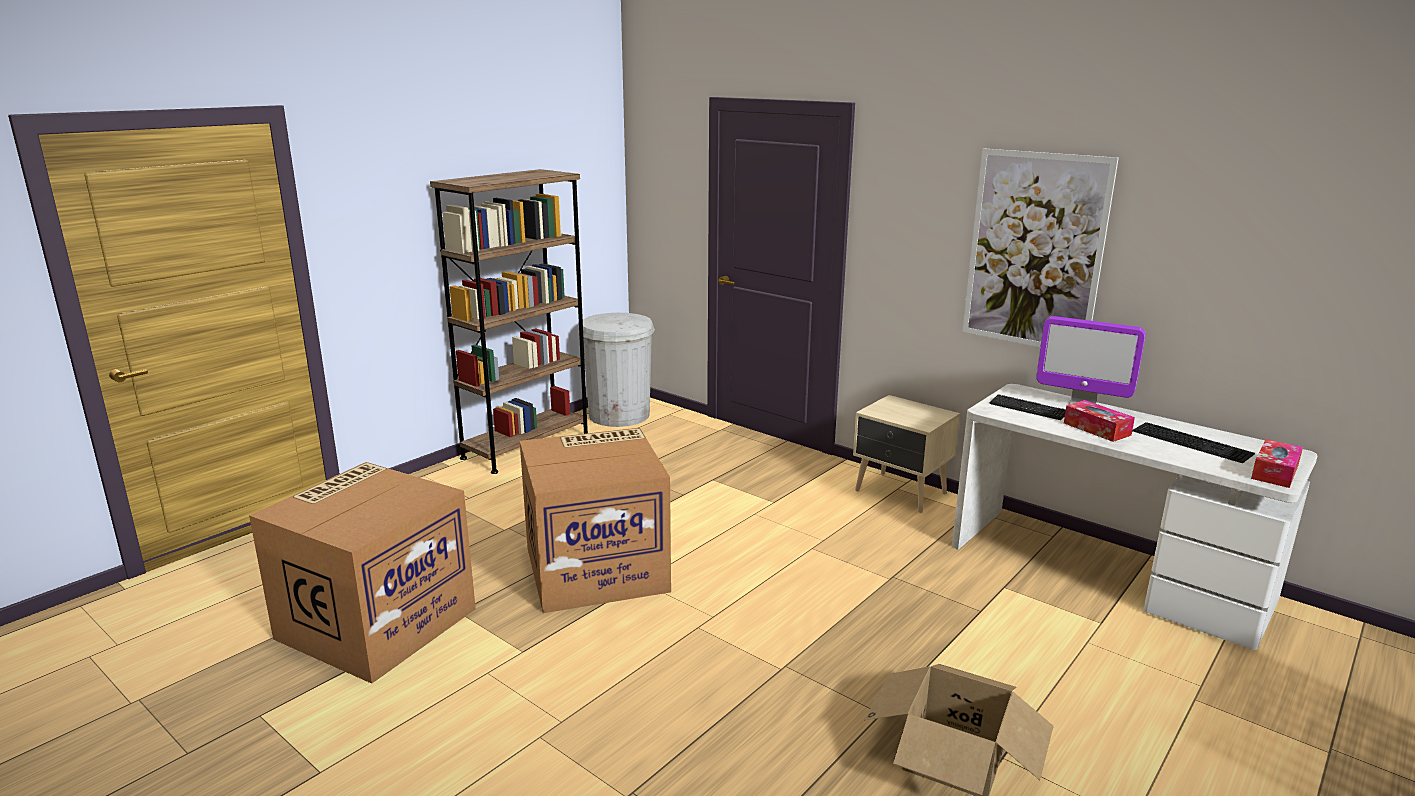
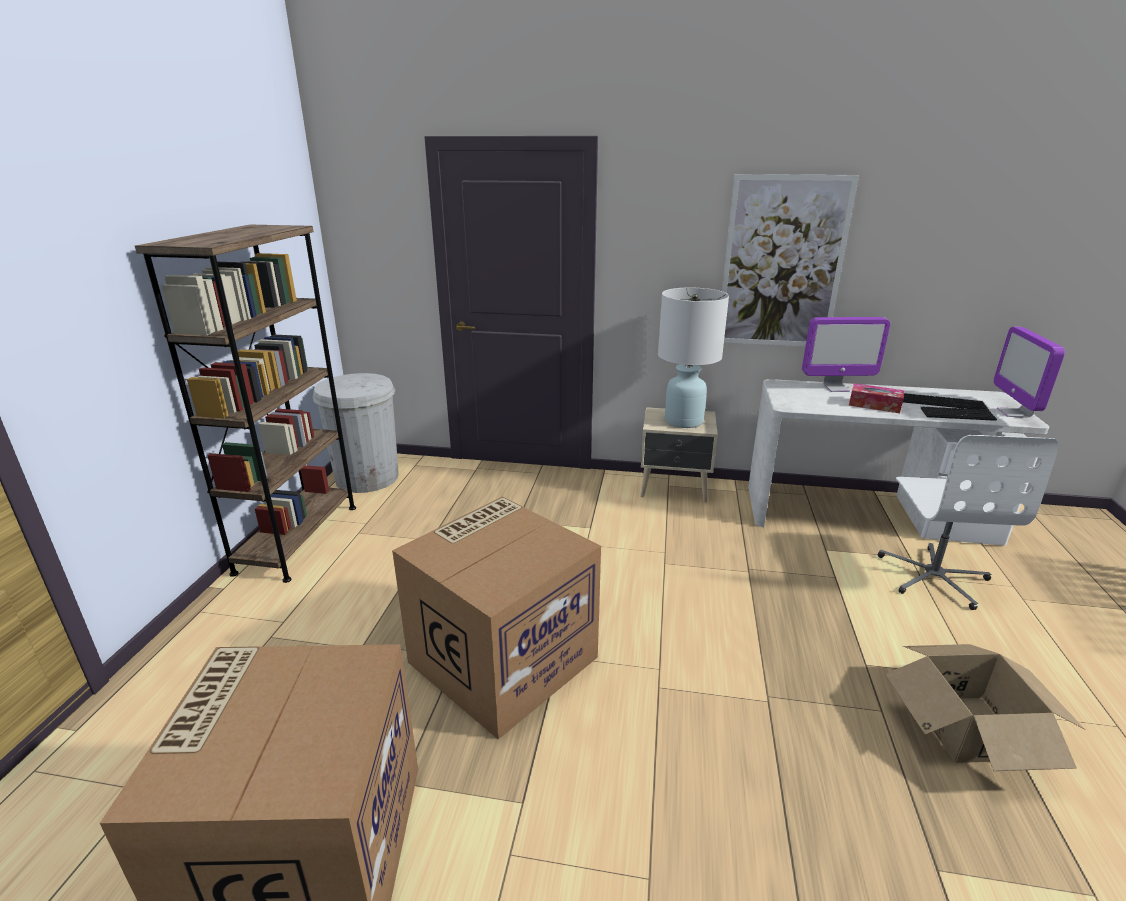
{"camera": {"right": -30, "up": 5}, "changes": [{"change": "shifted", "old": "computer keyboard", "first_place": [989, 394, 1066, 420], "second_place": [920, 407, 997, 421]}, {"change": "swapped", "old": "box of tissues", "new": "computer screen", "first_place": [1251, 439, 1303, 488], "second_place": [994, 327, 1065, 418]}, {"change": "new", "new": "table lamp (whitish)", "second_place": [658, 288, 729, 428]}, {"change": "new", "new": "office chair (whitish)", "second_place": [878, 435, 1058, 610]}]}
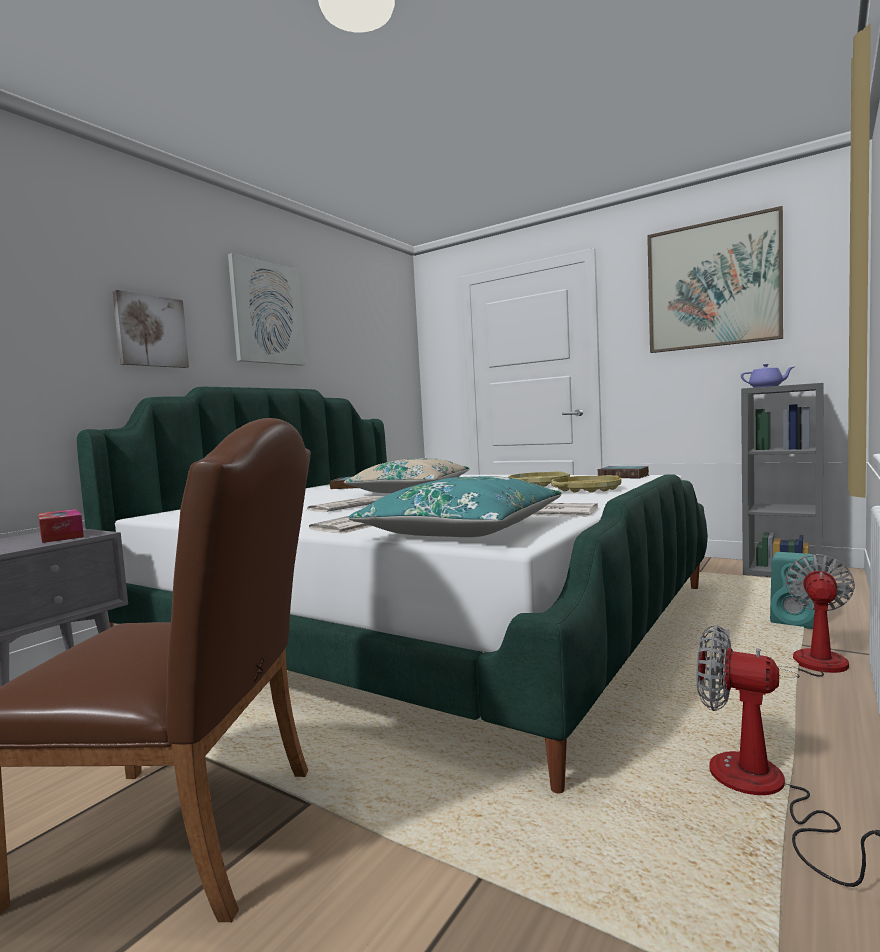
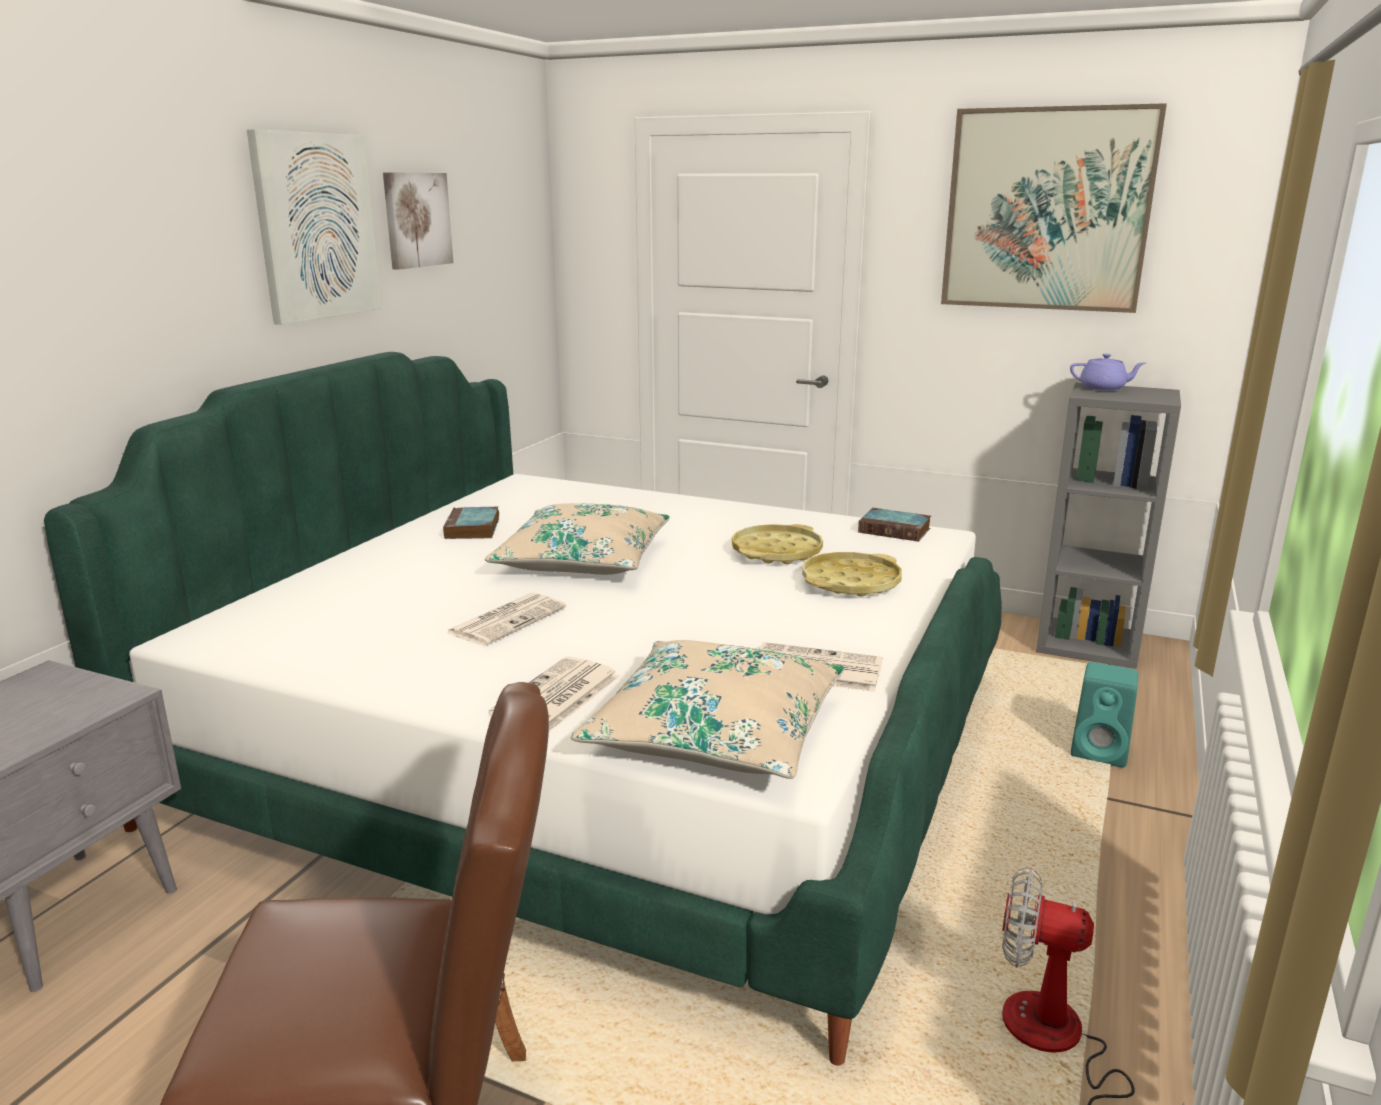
{"camera": {"right": -10, "up": 15}, "changes": [{"change": "gone", "old": "box of tissues", "first_place": [38, 509, 84, 543]}, {"change": "shifted", "old": "wall picture", "first_place": [112, 290, 189, 368], "second_place": [383, 172, 453, 270]}, {"change": "repainted", "old": "cushion (turquoise-coloured)", "new": "cushion (beige)", "first_place": [348, 476, 562, 537], "second_place": [571, 640, 844, 779]}, {"change": "gone", "old": "electric fan", "first_place": [716, 554, 855, 678]}]}
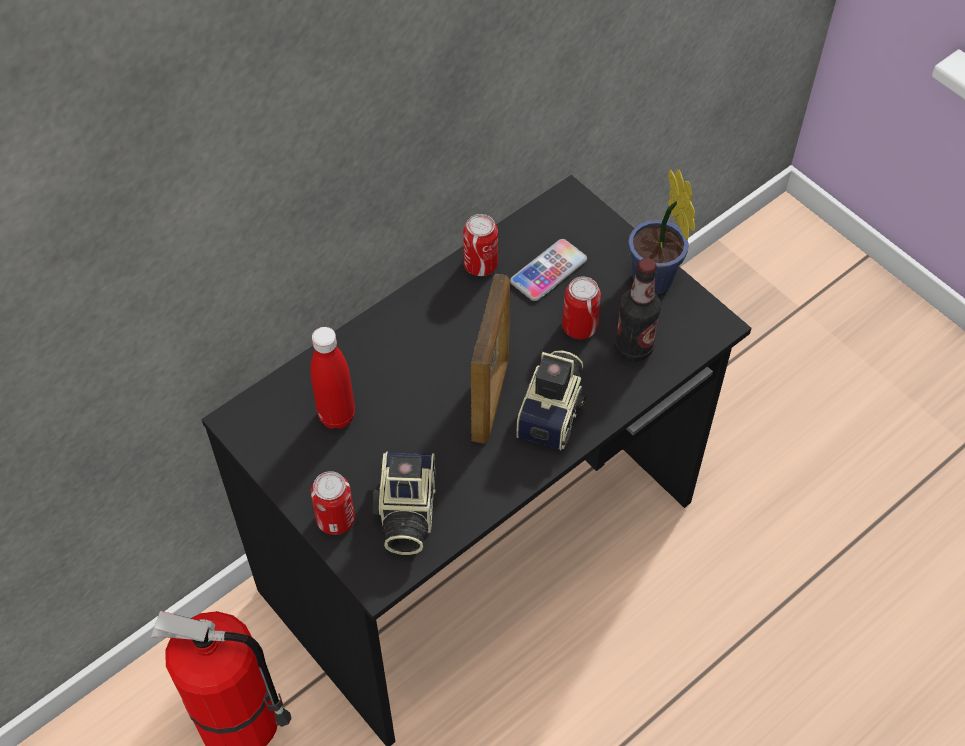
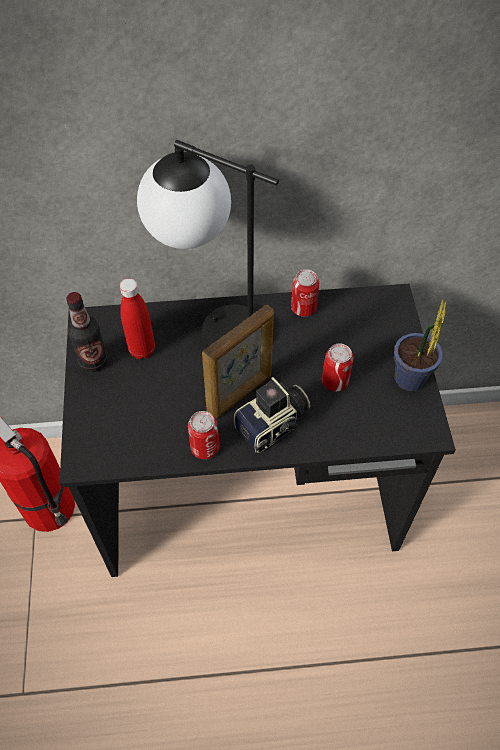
{"camera": {"right": 35, "up": 0}, "changes": [{"change": "shifted", "old": "sealed can", "first_place": [311, 471, 355, 535], "second_place": [188, 411, 219, 459]}, {"change": "gone", "old": "still camera", "first_place": [373, 451, 435, 555]}, {"change": "gone", "old": "handset", "first_place": [510, 239, 587, 301]}, {"change": "shifted", "old": "bottle", "first_place": [615, 258, 661, 362], "second_place": [66, 292, 108, 372]}, {"change": "new", "new": "table lamp", "second_place": [137, 140, 279, 348]}]}
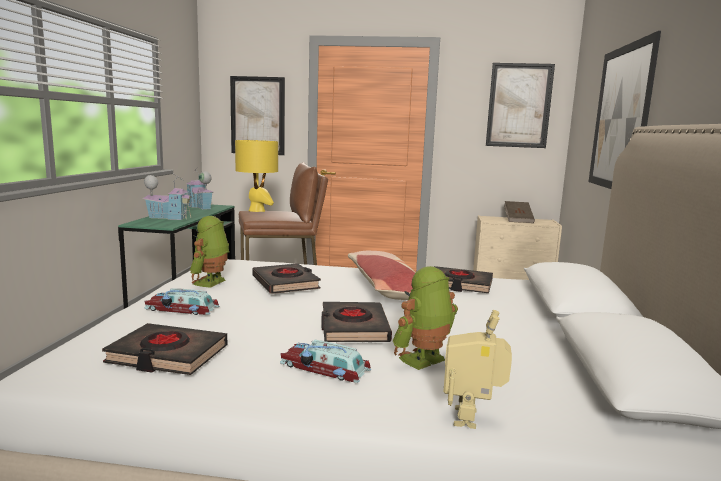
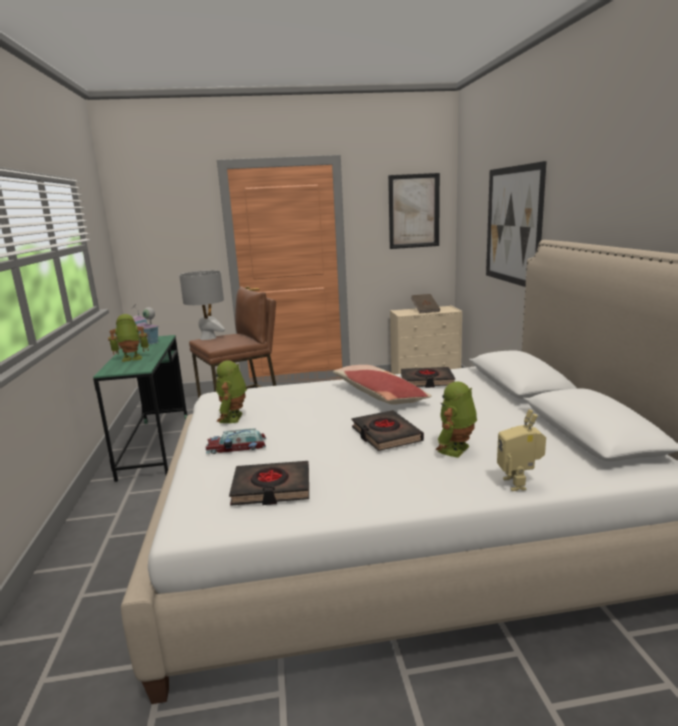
{"camera": {"right": -15, "up": 5}, "changes": [{"change": "swapped", "old": "model house", "new": "model robot", "first_place": [142, 173, 193, 220], "second_place": [108, 314, 149, 362]}, {"change": "gone", "old": "wall picture", "first_place": [230, 76, 285, 155]}, {"change": "repainted", "old": "table lamp (yellow-coloured)", "new": "table lamp (grey)", "first_place": [235, 140, 278, 212], "second_place": [179, 271, 225, 340]}, {"change": "gone", "old": "book (black)", "first_place": [252, 264, 321, 294]}, {"change": "gone", "old": "model car", "first_place": [280, 339, 372, 383]}]}
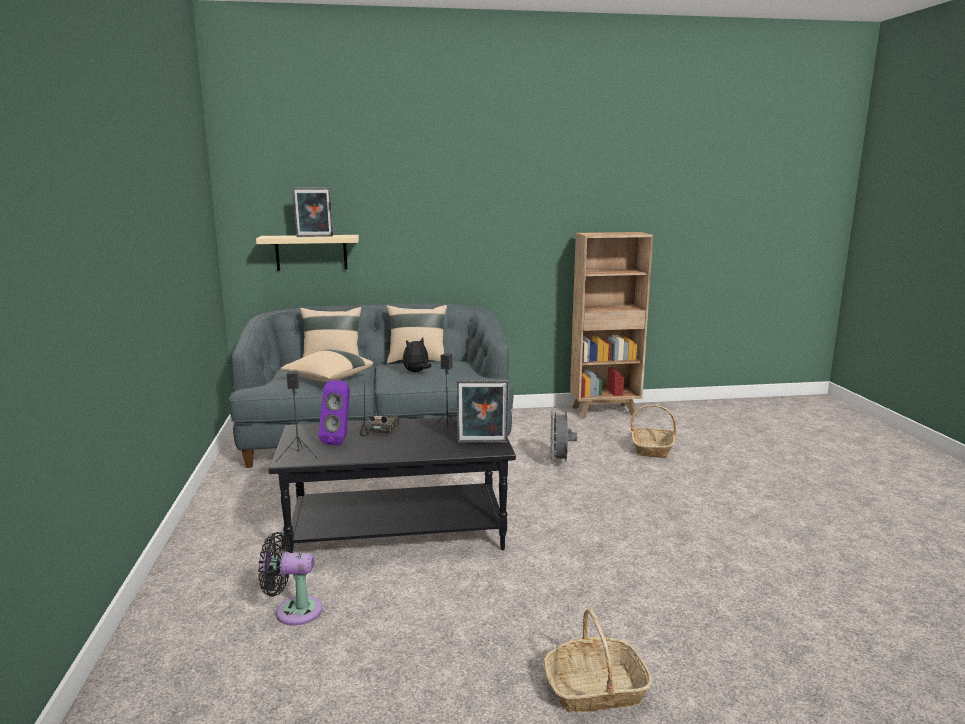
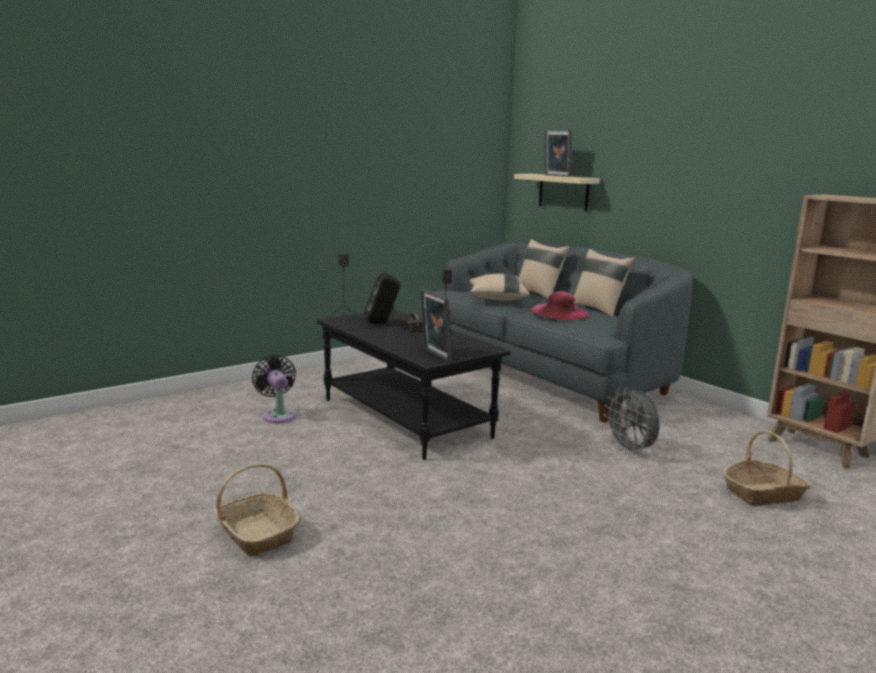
{"camera": {"right": 60, "up": 0}, "changes": [{"change": "repainted", "old": "loudspeaker (purple-coloured)", "new": "loudspeaker (black)", "first_place": [319, 380, 350, 445], "second_place": [364, 272, 400, 324]}, {"change": "swapped", "old": "soft toy", "new": "wearable hat (pink-coloured)", "first_place": [403, 338, 431, 372], "second_place": [530, 291, 590, 320]}, {"change": "rotated", "old": "electric fan (grey)", "first_place": [550, 408, 577, 465], "second_place": [604, 388, 660, 455], "degrees": -90}]}
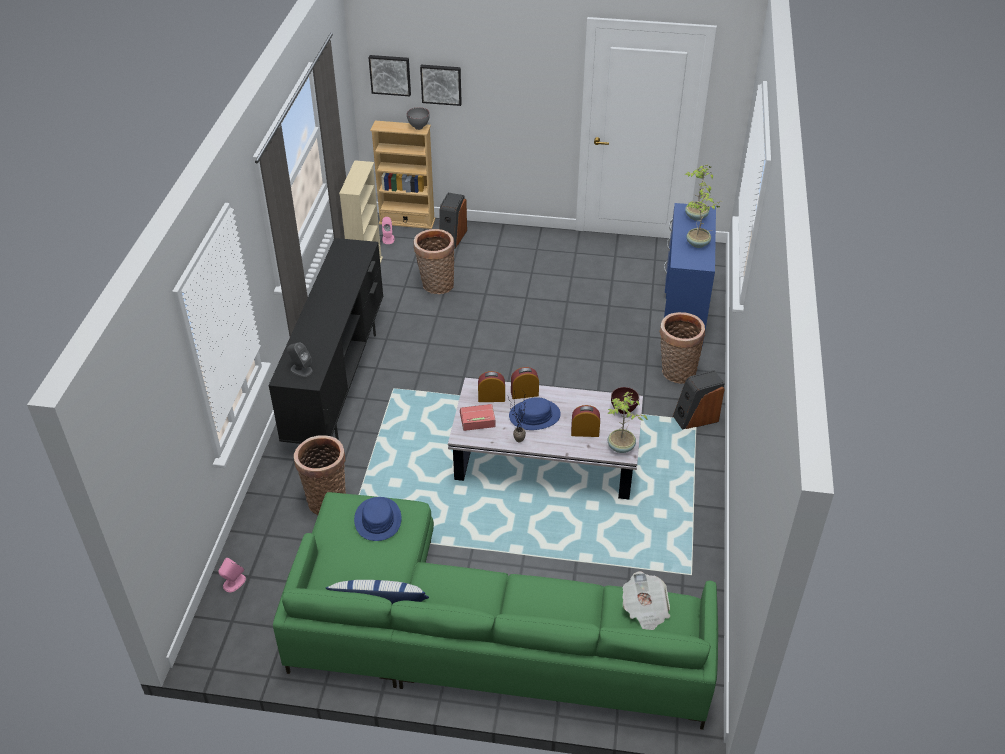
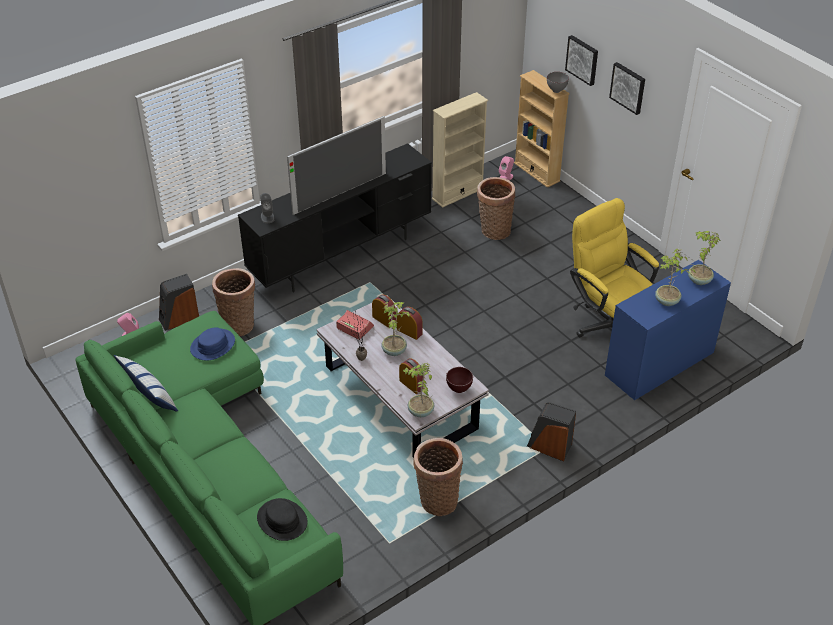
{"camera": {"right": 45, "up": 0}, "changes": [{"change": "shifted", "old": "wall picture", "first_place": [368, 55, 411, 96], "second_place": [609, 62, 645, 115]}, {"change": "shifted", "old": "loudspeaker", "first_place": [439, 193, 467, 249], "second_place": [159, 274, 199, 331]}, {"change": "swapped", "old": "wearable hat (blue-coloured)", "new": "potted plant", "first_place": [509, 397, 561, 430], "second_place": [381, 302, 412, 356]}, {"change": "swapped", "old": "daily paper", "new": "wearable hat (black)", "first_place": [622, 571, 670, 630], "second_place": [257, 498, 308, 541]}, {"change": "shifted", "old": "storage basket", "first_place": [659, 312, 705, 384], "second_place": [413, 438, 463, 516]}, {"change": "new", "new": "TV", "second_place": [287, 116, 386, 215]}, {"change": "new", "new": "office chair (yellow-coloured)", "second_place": [570, 198, 659, 337]}]}
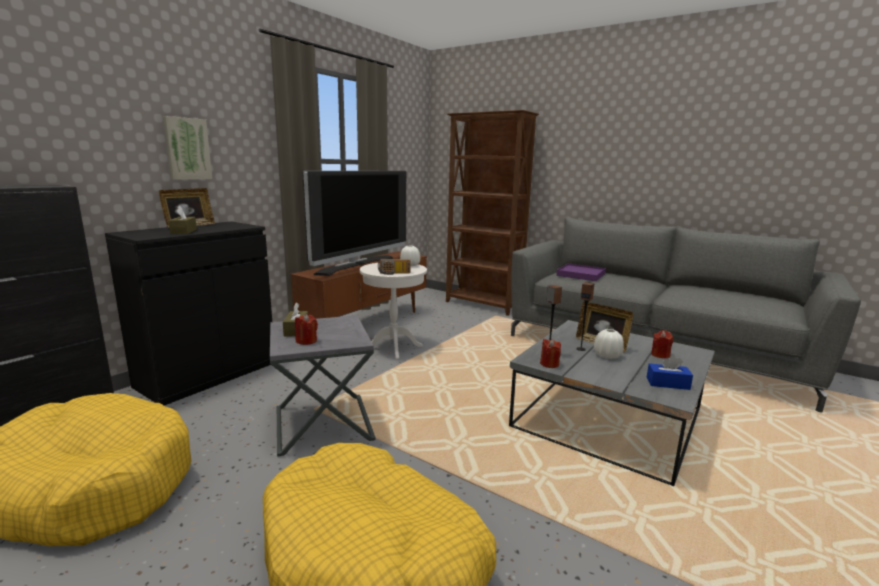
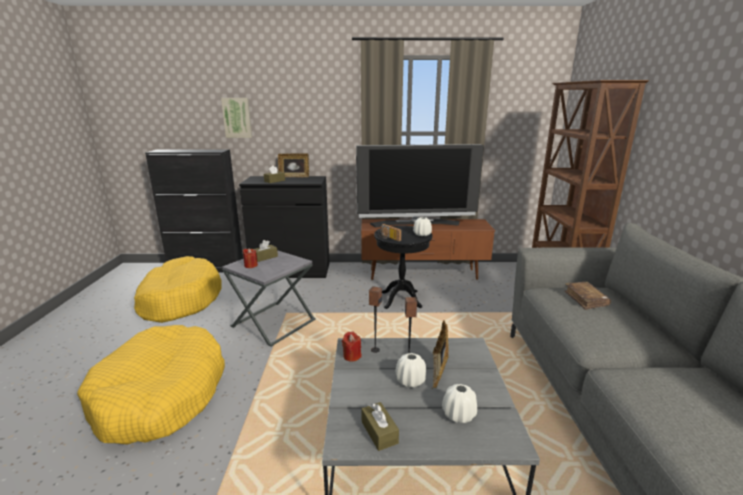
{"camera": {"right": 55, "up": 5}, "changes": [{"change": "shifted", "old": "wall picture", "first_place": [163, 116, 212, 180], "second_place": [221, 98, 252, 138]}, {"change": "repainted", "old": "end table (whitish)", "new": "end table (black)", "first_place": [360, 263, 427, 359], "second_place": [374, 225, 432, 309]}, {"change": "swapped", "old": "tray (purple-coloured)", "new": "book (brown)", "first_place": [556, 263, 606, 281], "second_place": [564, 282, 611, 310]}, {"change": "repainted", "old": "box of tissues (blue-coloured)", "new": "box of tissues (brown)", "first_place": [647, 355, 693, 390], "second_place": [362, 402, 399, 451]}, {"change": "swapped", "old": "candle (reddish)", "new": "decorative vase (whitish)", "first_place": [651, 330, 673, 359], "second_place": [442, 384, 477, 423]}]}
